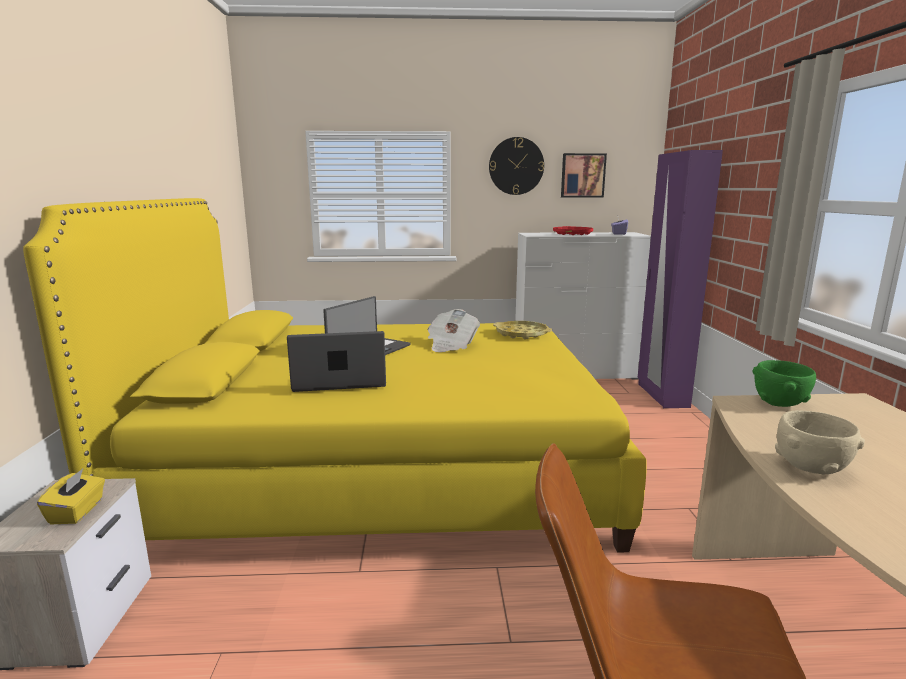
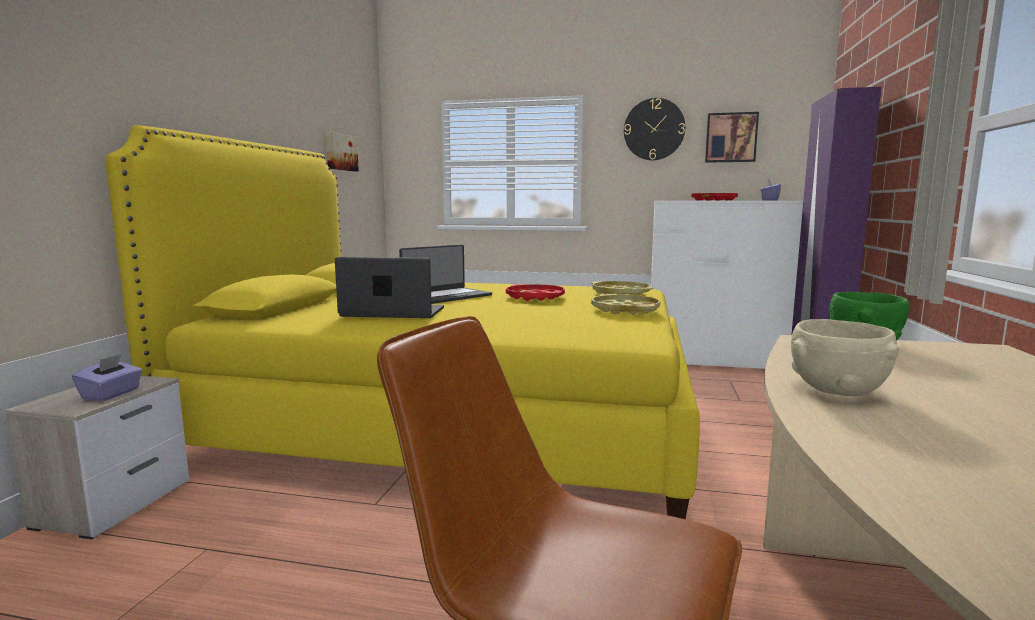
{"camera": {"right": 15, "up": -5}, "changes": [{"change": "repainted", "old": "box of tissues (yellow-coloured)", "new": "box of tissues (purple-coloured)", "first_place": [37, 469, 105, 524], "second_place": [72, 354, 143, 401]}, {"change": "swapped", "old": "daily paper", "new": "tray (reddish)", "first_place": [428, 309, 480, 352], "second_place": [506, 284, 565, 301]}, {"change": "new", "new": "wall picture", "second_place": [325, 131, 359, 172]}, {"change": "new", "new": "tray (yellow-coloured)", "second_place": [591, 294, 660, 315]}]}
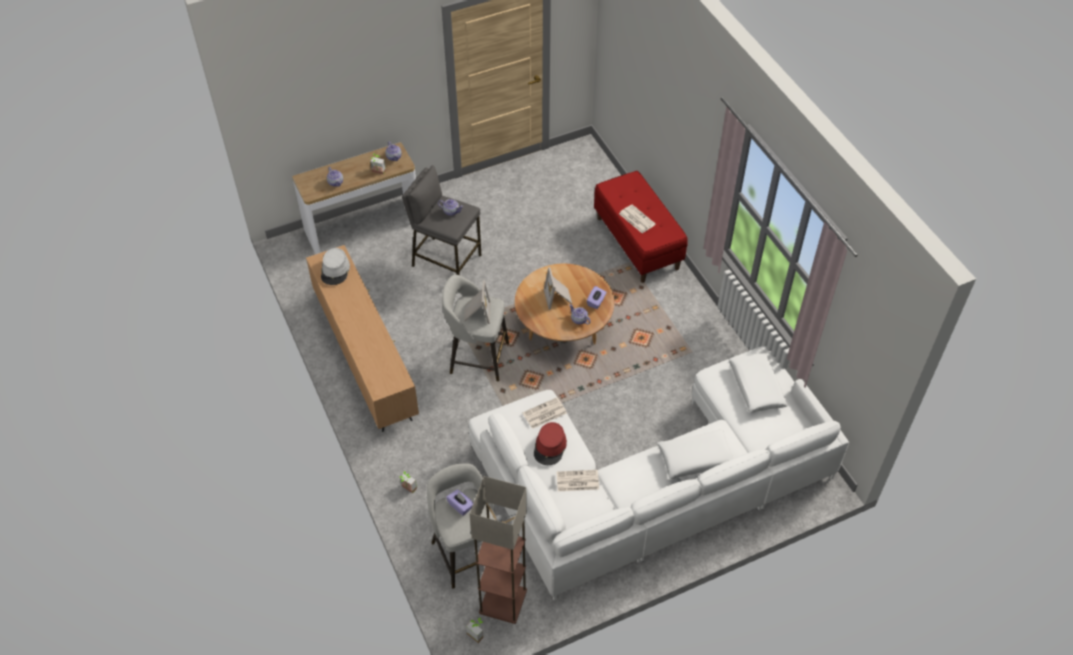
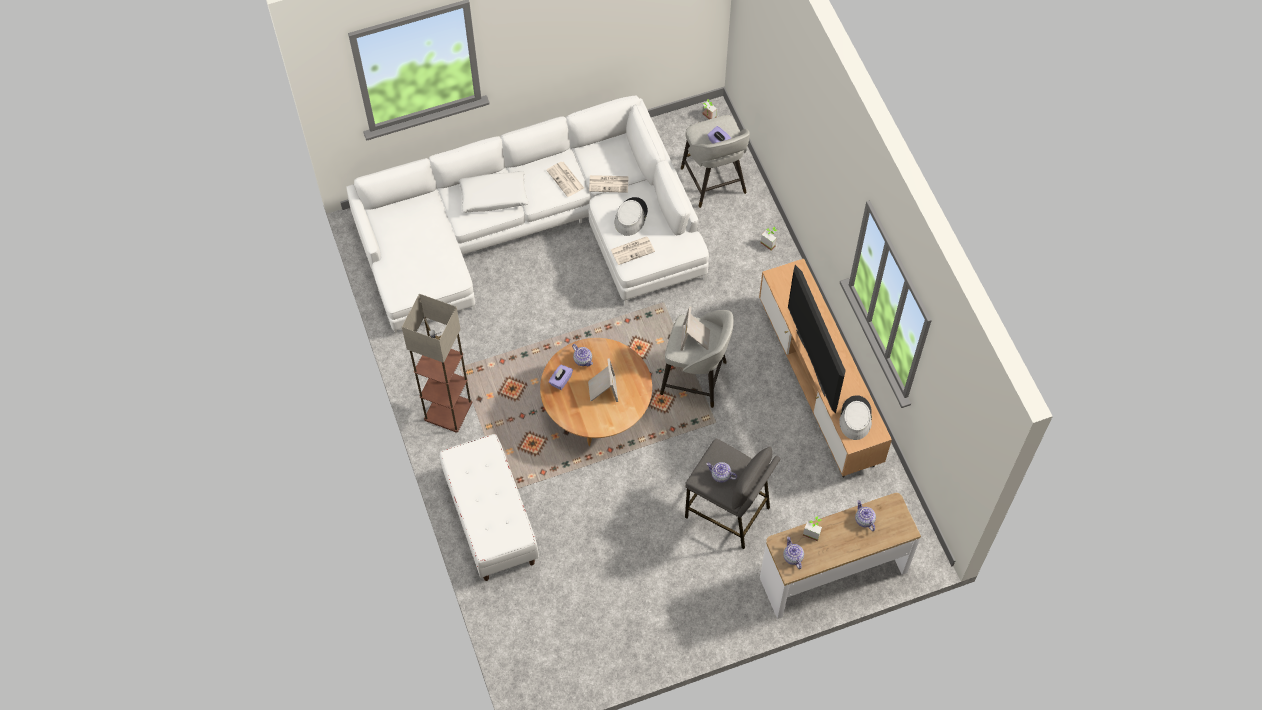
{"camera": {"right": -175, "up": 10}, "changes": [{"change": "shifted", "old": "standard lamp", "first_place": [470, 476, 527, 624], "second_place": [402, 294, 472, 433]}, {"change": "repainted", "old": "wearable hat (reddish)", "new": "wearable hat (grey)", "first_place": [534, 422, 567, 465], "second_place": [615, 197, 648, 236]}, {"change": "repainted", "old": "bench (reddish)", "new": "bench (whitish)", "first_place": [594, 171, 688, 283], "second_place": [440, 434, 539, 581]}, {"change": "shifted", "old": "daily paper", "first_place": [619, 204, 656, 233], "second_place": [546, 162, 584, 197]}, {"change": "gone", "old": "cushion (whitish)", "first_place": [729, 353, 788, 412]}, {"change": "new", "new": "TV", "second_place": [788, 265, 846, 414]}]}
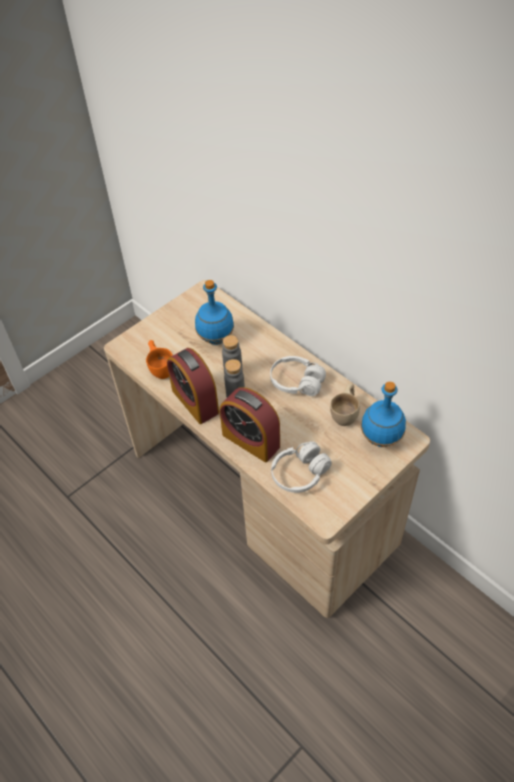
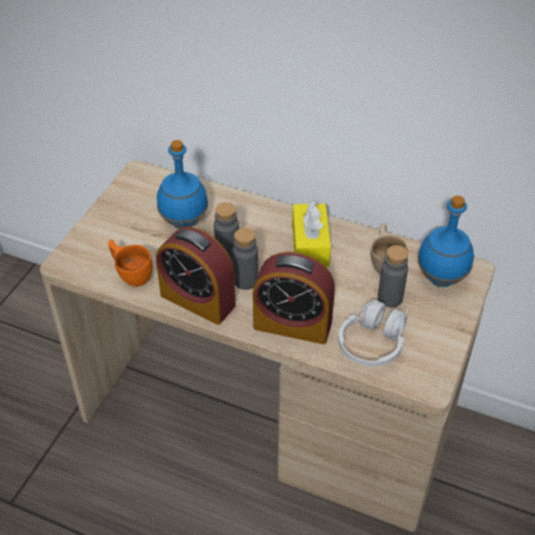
{"camera": {"right": -25, "up": -5}, "changes": [{"change": "swapped", "old": "pair of headphones (whitish)", "new": "box of tissues (yellow-coloured)", "first_place": [270, 356, 326, 396], "second_place": [292, 200, 331, 267]}, {"change": "new", "new": "bottle (grey)", "second_place": [378, 245, 408, 308]}]}
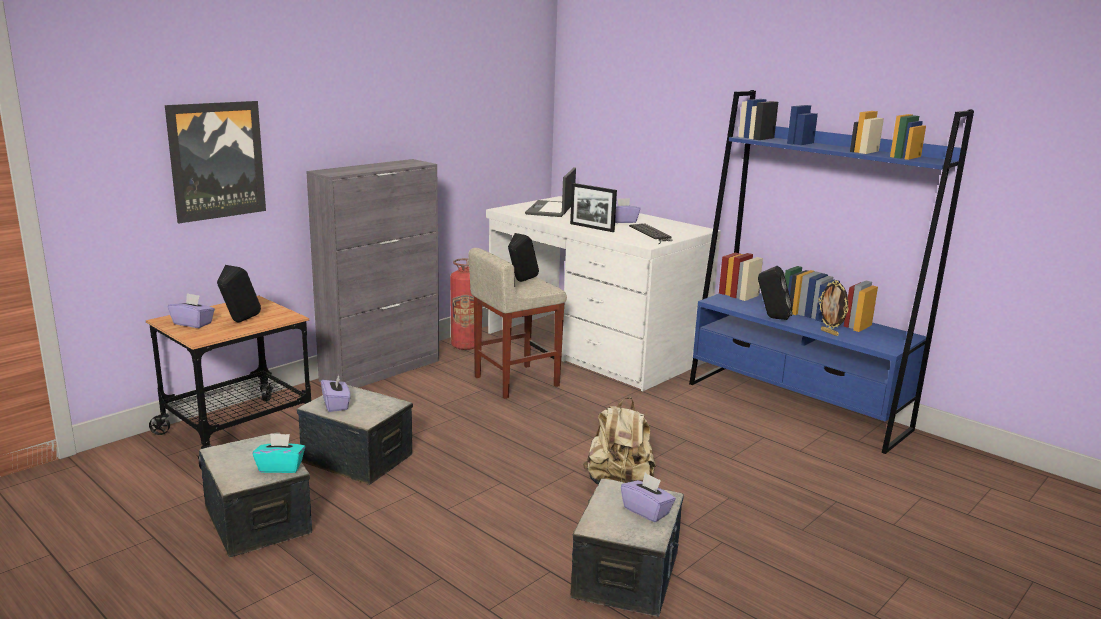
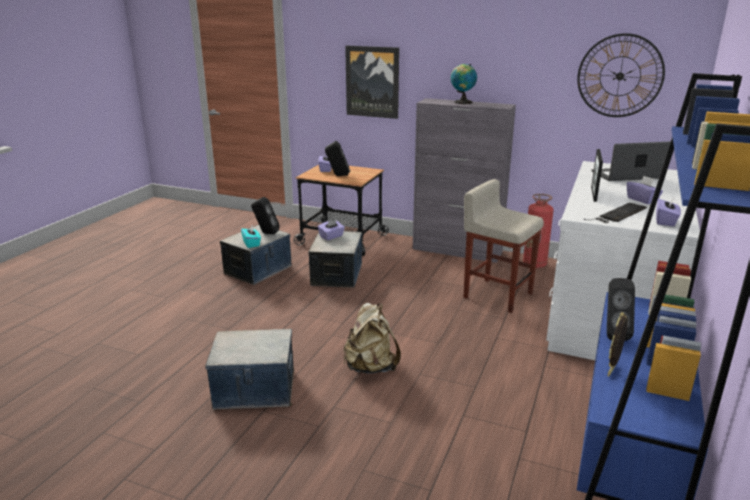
{"camera": {"right": 70, "up": 5}, "changes": [{"change": "shifted", "old": "loudspeaker (black)", "first_place": [508, 233, 539, 282], "second_place": [251, 197, 280, 234]}, {"change": "shifted", "old": "box of tissues (purple-coloured)", "first_place": [621, 473, 676, 522], "second_place": [656, 196, 681, 226]}, {"change": "new", "new": "world globe", "second_place": [451, 64, 477, 104]}, {"change": "new", "new": "hanging clock", "second_place": [577, 33, 665, 117]}]}
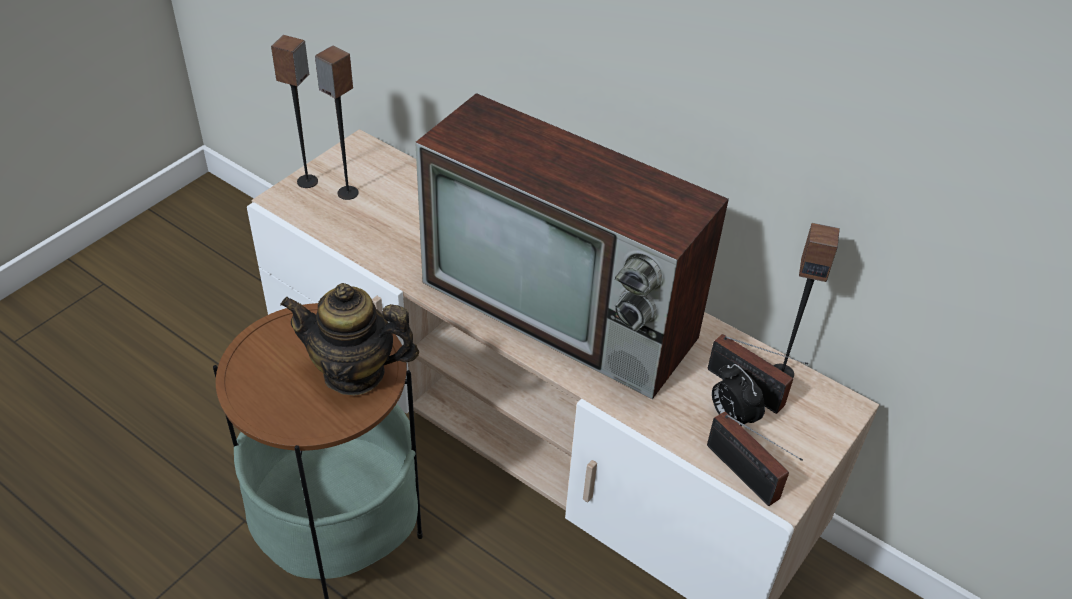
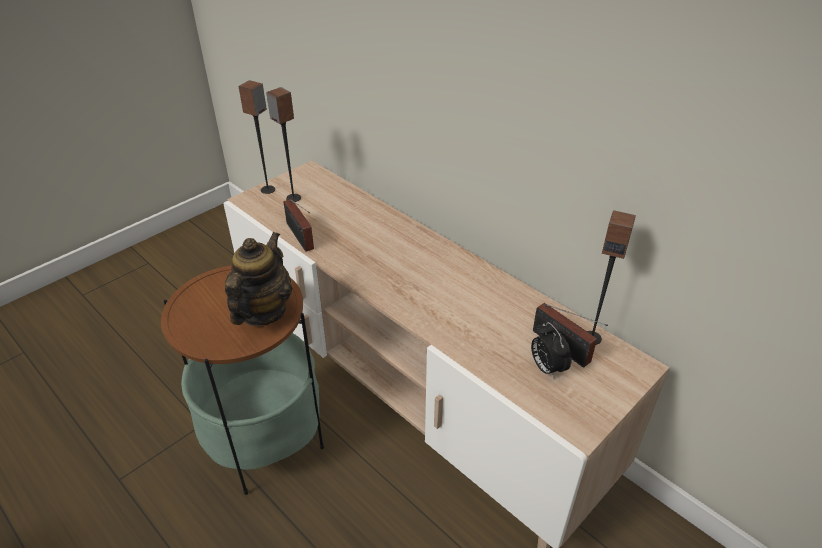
{"camera": {"right": 10, "up": -5}, "changes": [{"change": "rotated", "old": "tea pot", "first_place": [280, 283, 419, 395], "second_place": [225, 232, 292, 326], "degrees": 90}, {"change": "gone", "old": "TV", "first_place": [415, 93, 729, 399]}, {"change": "shifted", "old": "radio set", "first_place": [707, 411, 803, 506], "second_place": [283, 199, 314, 252]}]}
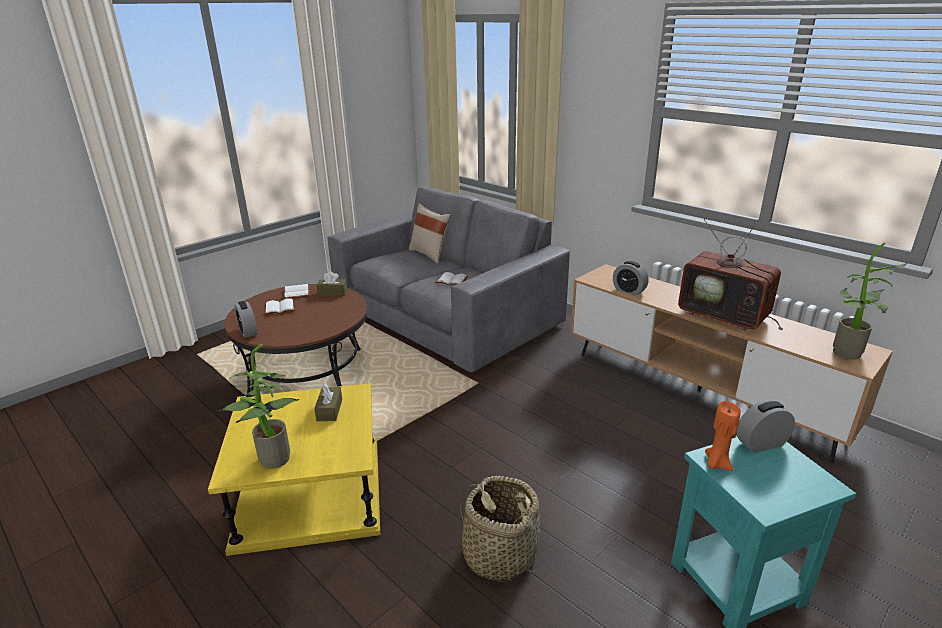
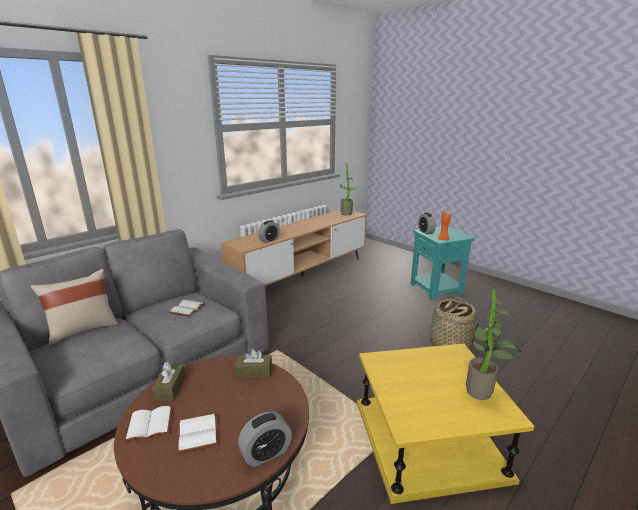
{"camera": {"right": -90, "up": -5}, "changes": [{"change": "shifted", "old": "box of tissues (brown)", "first_place": [314, 384, 342, 421], "second_place": [235, 349, 272, 378]}, {"change": "gone", "old": "TV", "first_place": [678, 216, 783, 330]}]}
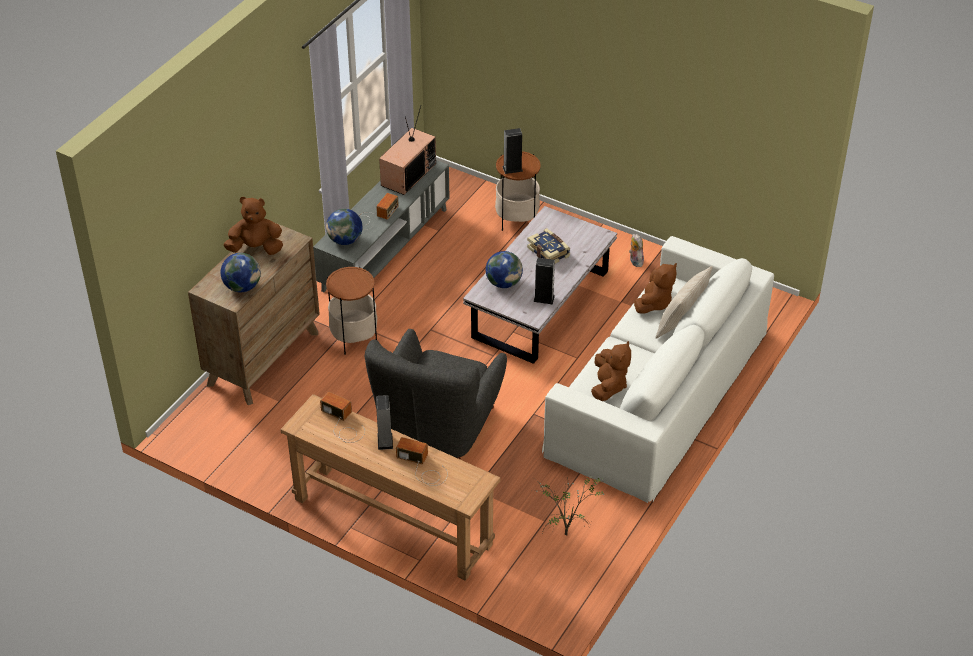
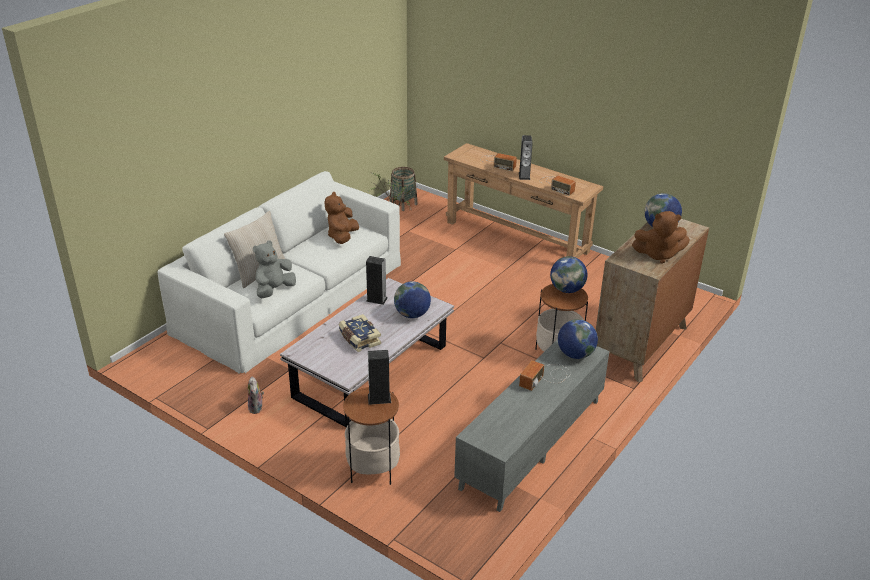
{"camera": {"right": -175, "up": -10}, "changes": [{"change": "gone", "old": "armchair (grey)", "first_place": [365, 329, 507, 460]}, {"change": "gone", "old": "TV", "first_place": [379, 105, 436, 195]}, {"change": "repainted", "old": "soft toy (brown)", "new": "soft toy (grey)", "first_place": [634, 263, 677, 314], "second_place": [253, 240, 296, 298]}, {"change": "new", "new": "storage basket", "second_place": [389, 167, 418, 211]}, {"change": "new", "new": "world globe", "second_place": [550, 256, 588, 293]}]}
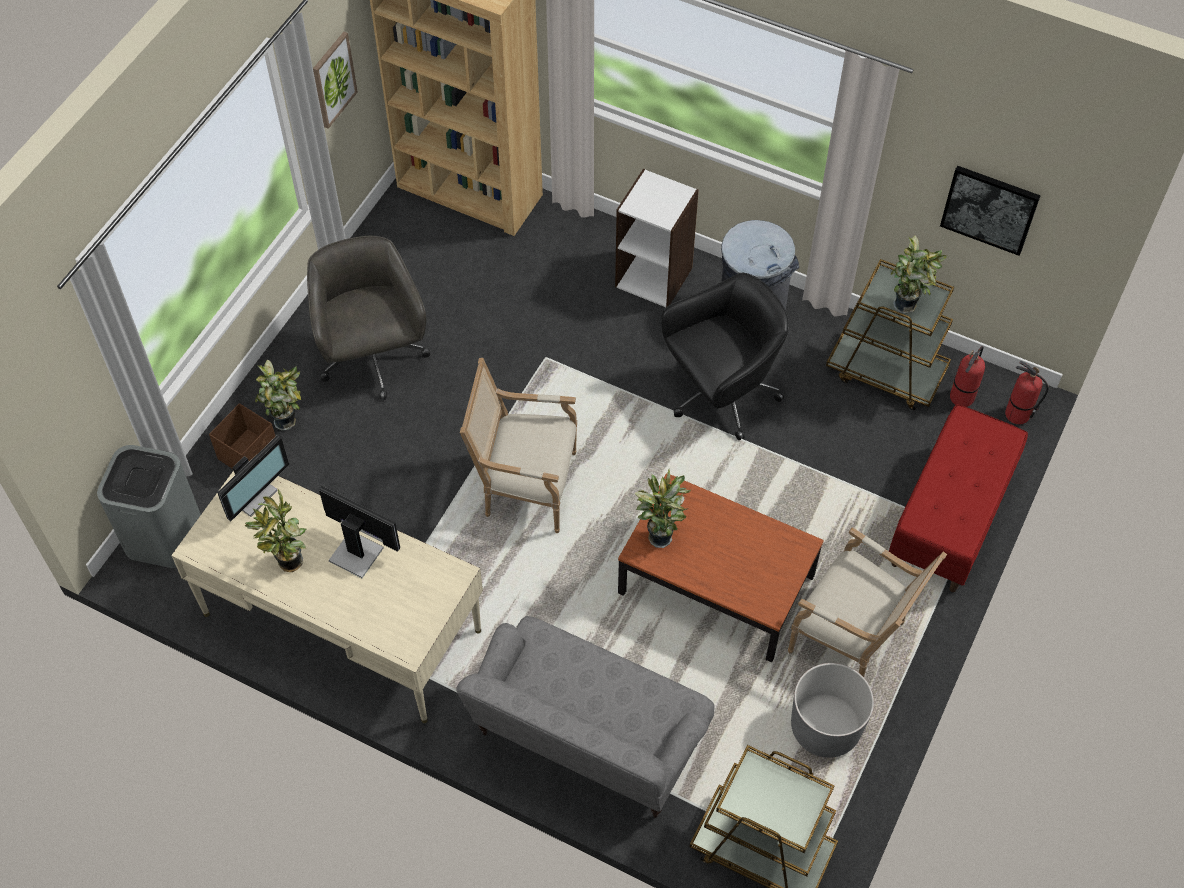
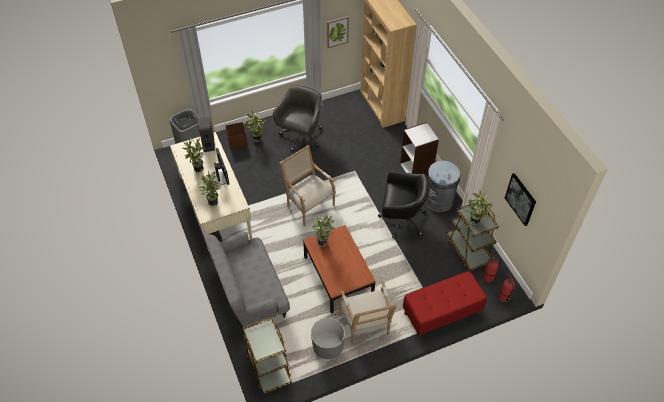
{"camera": {"right": 40, "up": -5}, "changes": [{"change": "swapped", "old": "computer screen", "new": "loudspeaker", "first_place": [217, 435, 289, 521], "second_place": [197, 117, 215, 152]}, {"change": "new", "new": "potted plant", "second_place": [197, 171, 220, 206]}]}
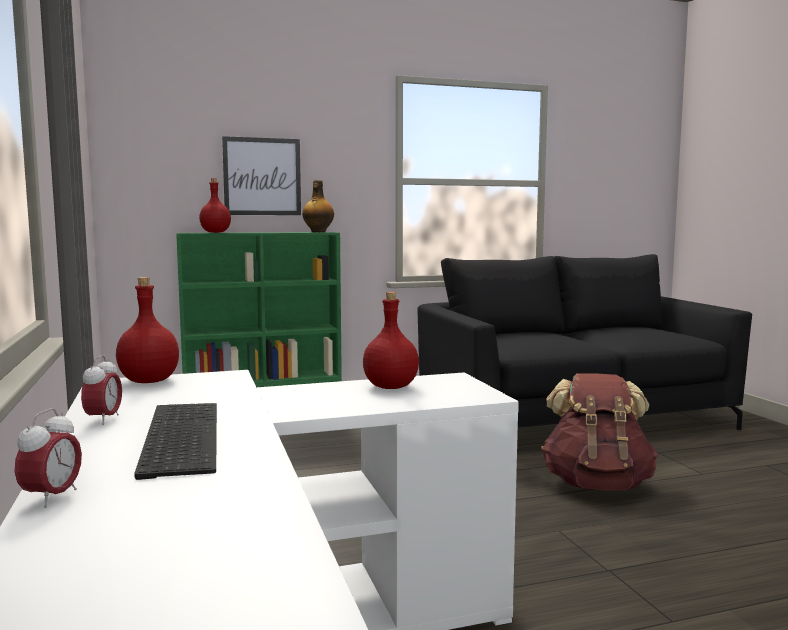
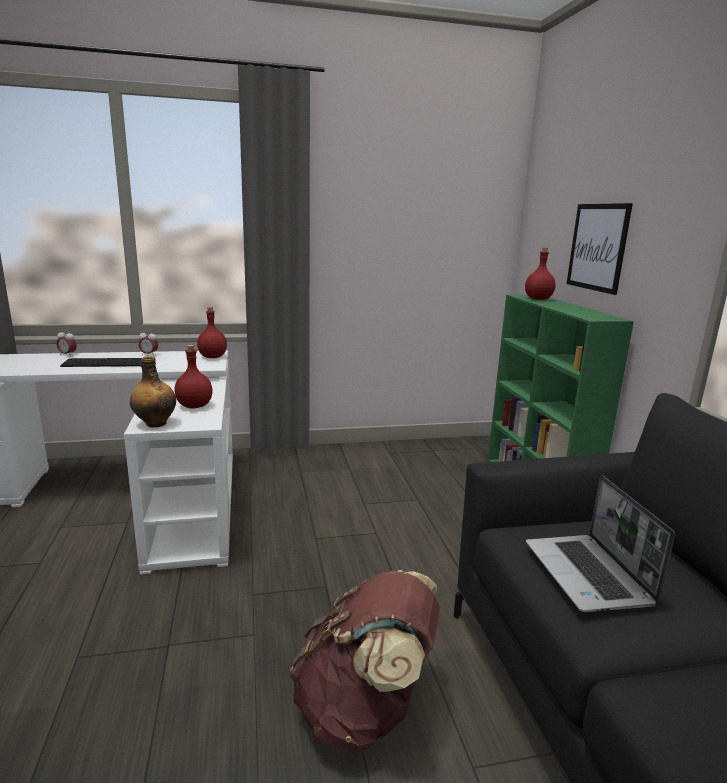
{"camera": {"right": 95, "up": 10}, "changes": [{"change": "shifted", "old": "bottle", "first_place": [302, 180, 334, 232], "second_place": [130, 356, 176, 427]}, {"change": "new", "new": "notebook computer", "second_place": [526, 475, 675, 612]}]}
